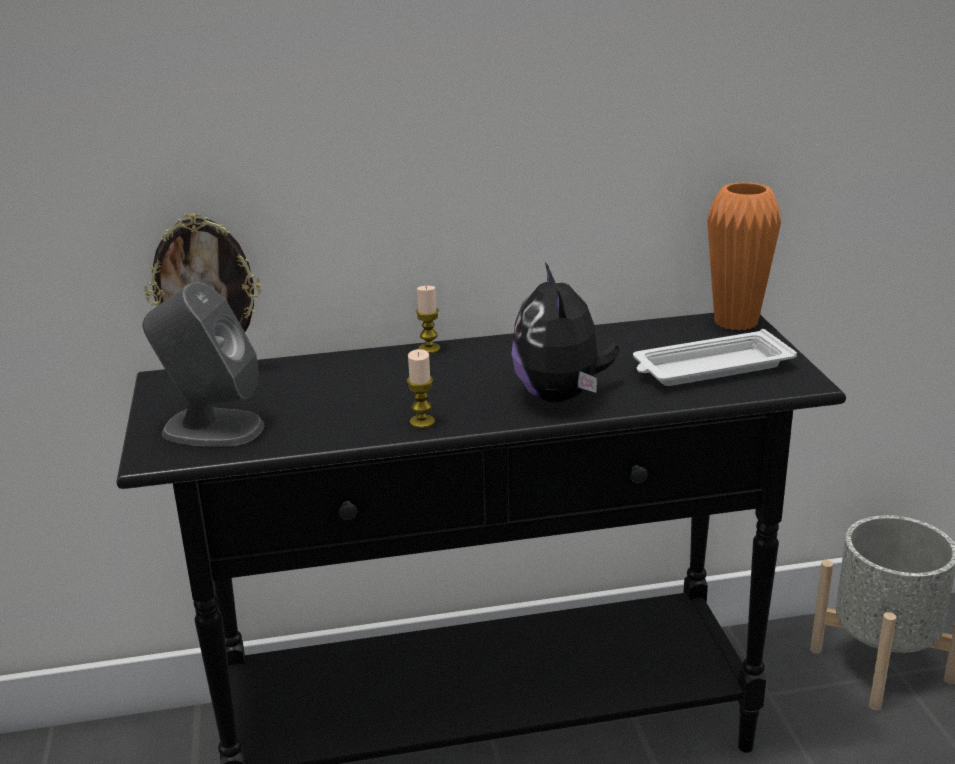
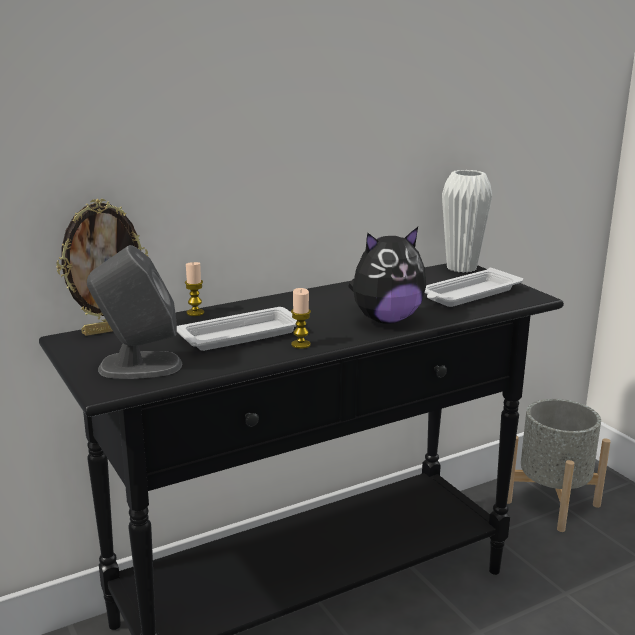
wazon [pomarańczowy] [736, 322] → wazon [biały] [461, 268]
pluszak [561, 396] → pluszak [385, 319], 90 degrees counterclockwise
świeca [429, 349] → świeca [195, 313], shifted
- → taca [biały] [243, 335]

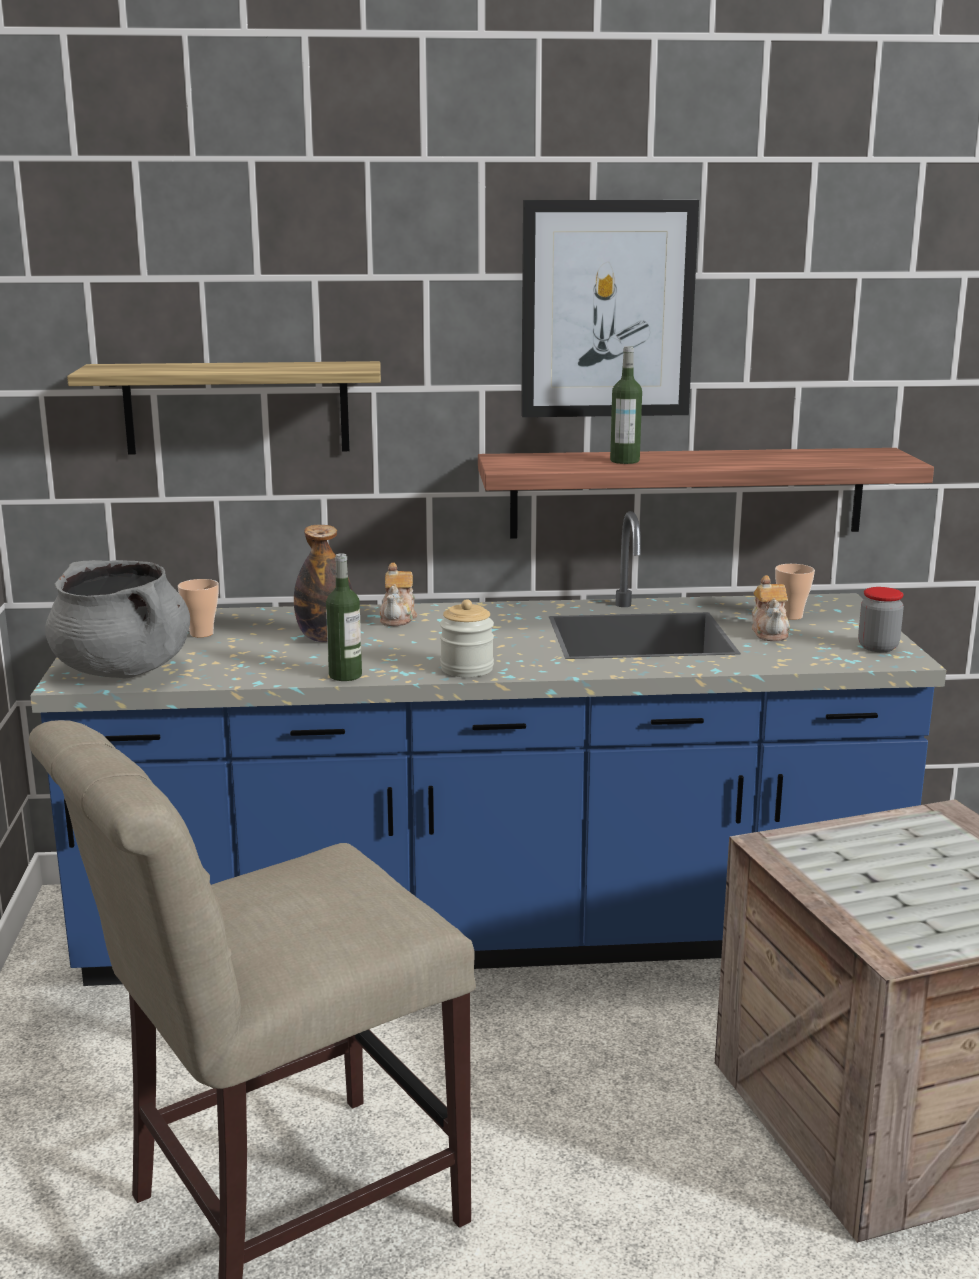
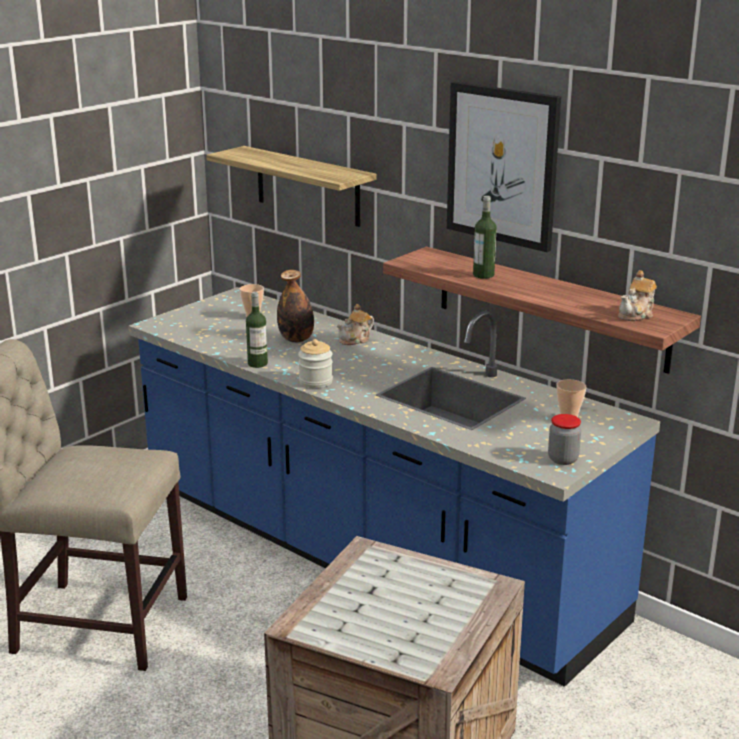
garnek [szary] [124, 670] → -
imbryk [770, 632] → imbryk [637, 315], shifted

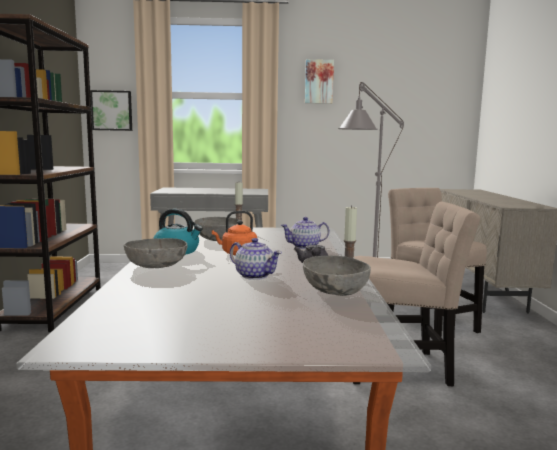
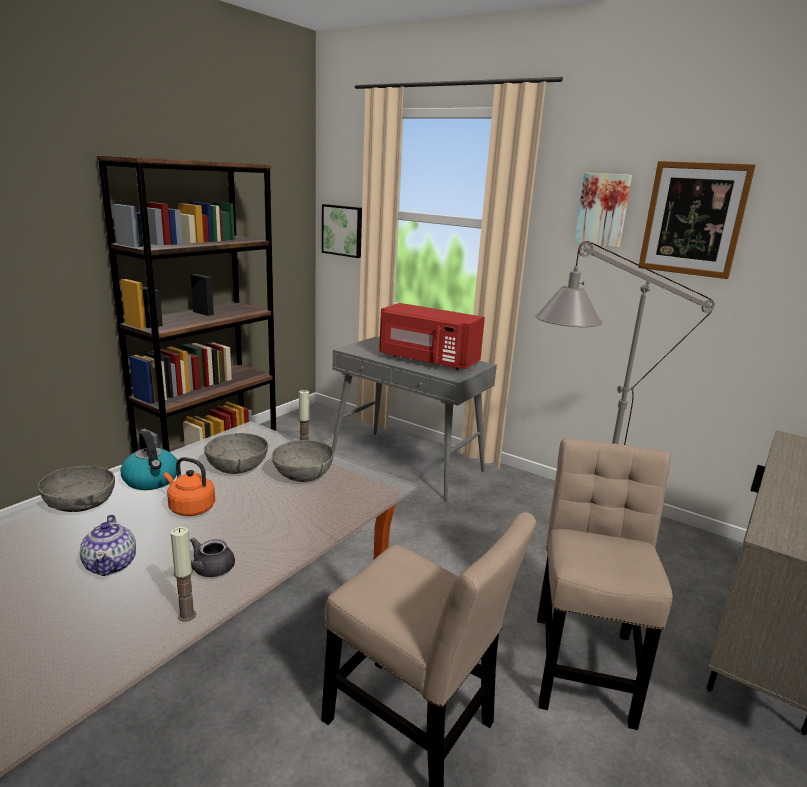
imbryk [305, 246] → -
miska [szary] [335, 290] → miska [szary] [303, 474], shifted
- → obraz [693, 219]
- → mikrofalówka [czerwony] [427, 360]

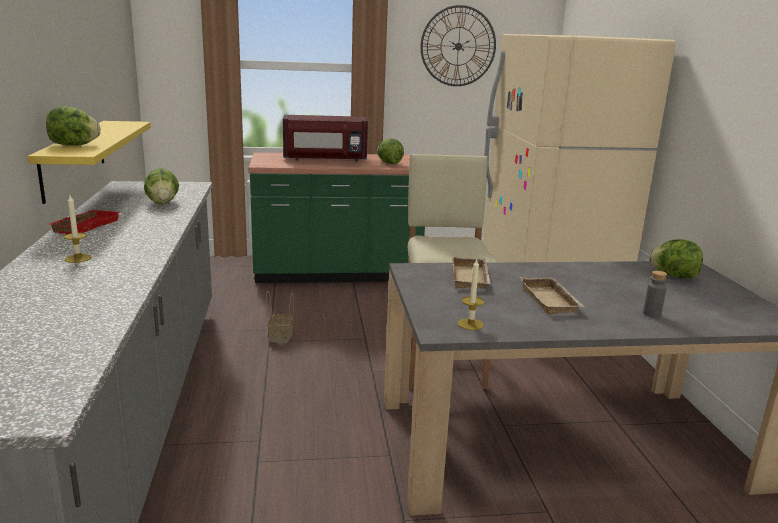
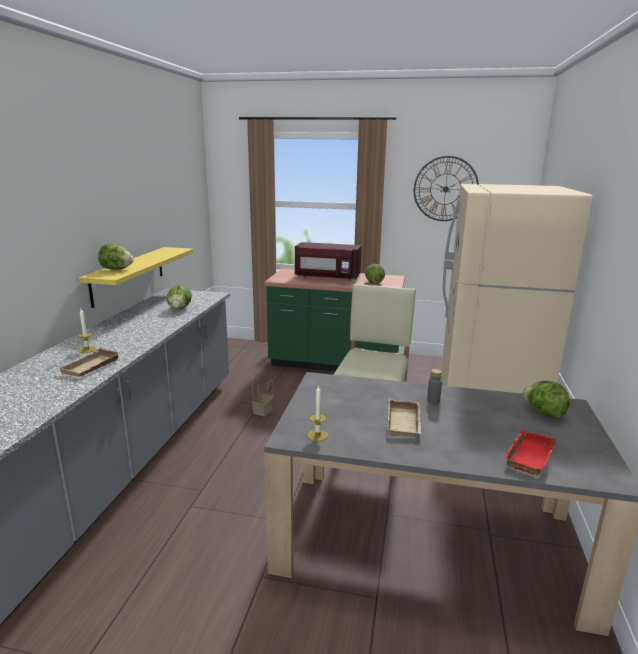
taca [czerwony] [85, 225] → taca [czerwony] [527, 455], shifted
taca [beżowy] [471, 278] → taca [beżowy] [92, 367], shifted
butelka [szary] [651, 314] → butelka [szary] [433, 400], shifted

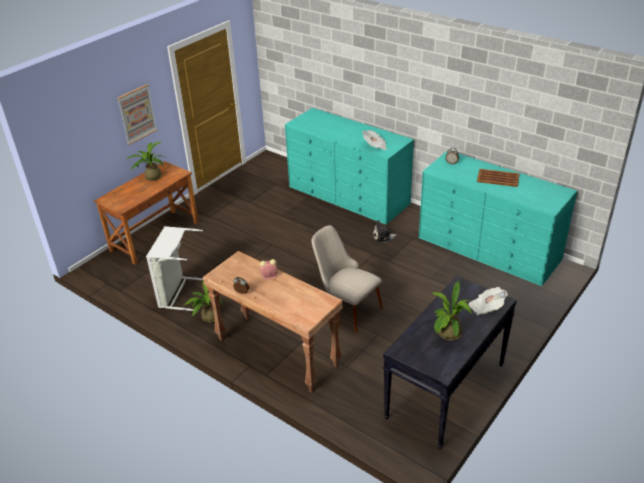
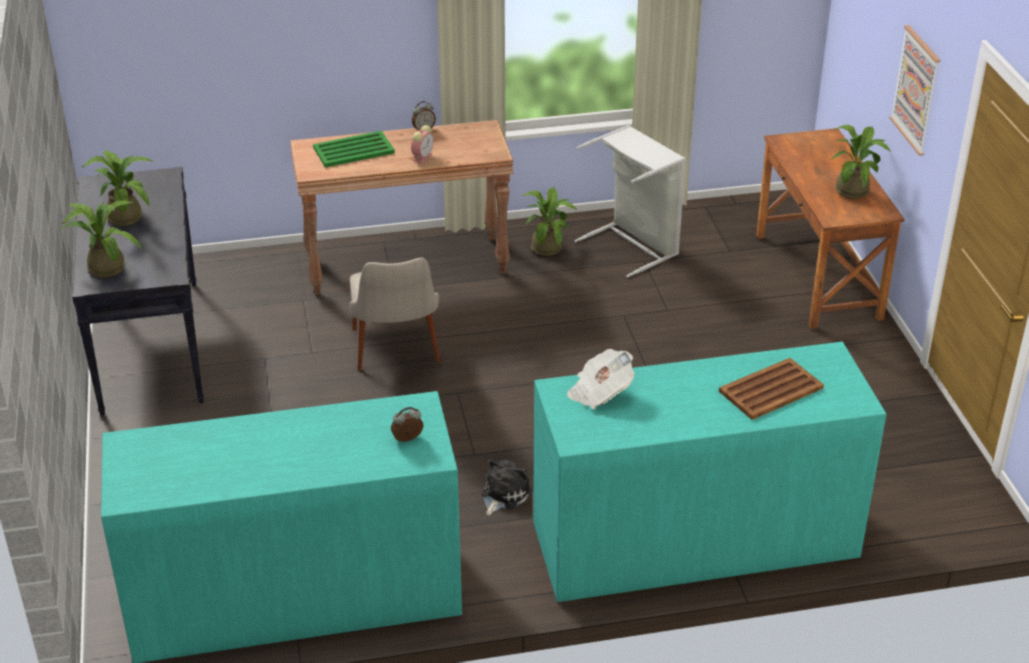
taca [brązowy] [497, 178] → taca [brązowy] [772, 389], shifted
krzesło [beżowy] [346, 308] → krzesło [beżowy] [397, 356], 90 degrees clockwise
gazeta [486, 308] → roślina doniczkowa [105, 266]
- → taca [zielony] [353, 150]

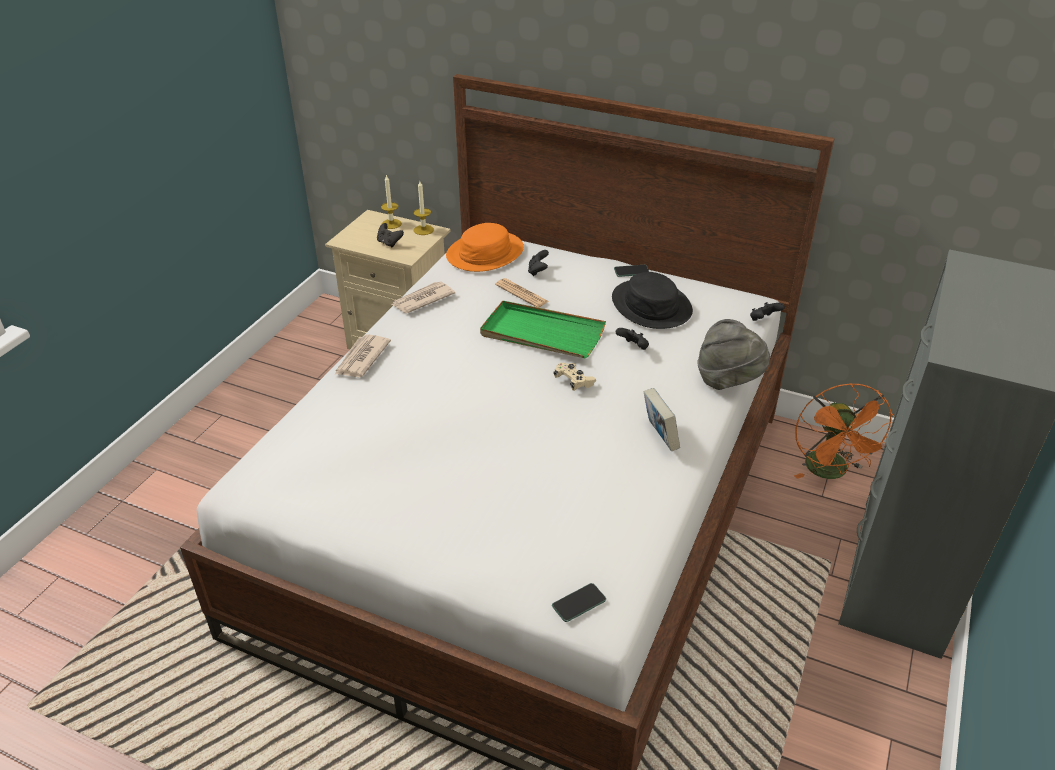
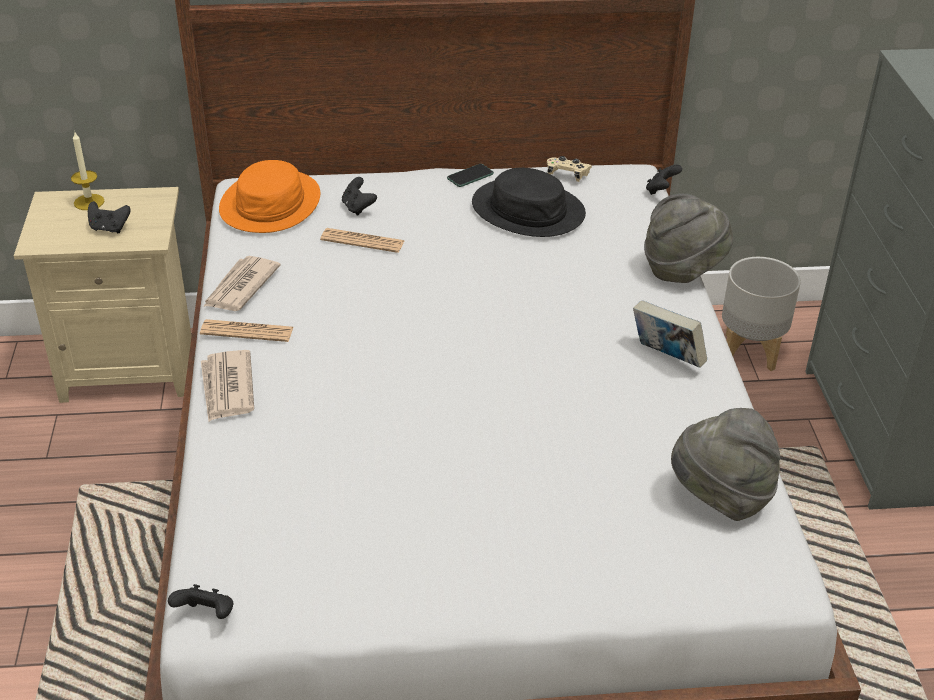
świeca [423, 230] → -
taca [zielony] [541, 334] → -
pad do gier [czarny] [633, 347] → pad do gier [czarny] [206, 615], shifted
pad do gier [beżowy] [573, 381] → pad do gier [beżowy] [567, 175], shifted
wentylator [pomarańczowy] [831, 472] → donica [szary] [749, 351]
telefon [579, 603] → -
- → gazeta [247, 331]
- → kapelusz [szary] [720, 497]

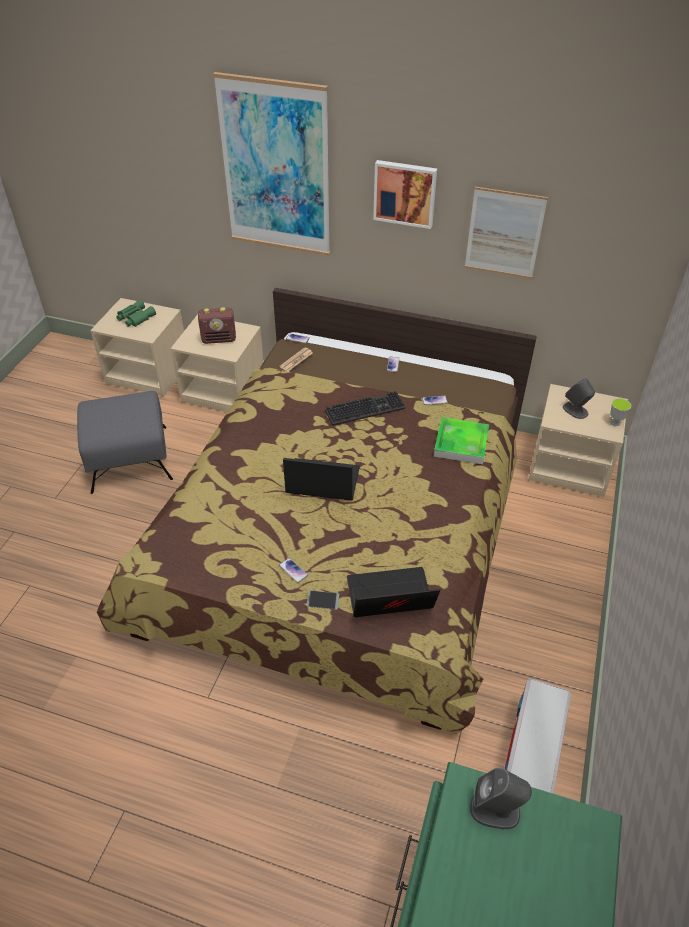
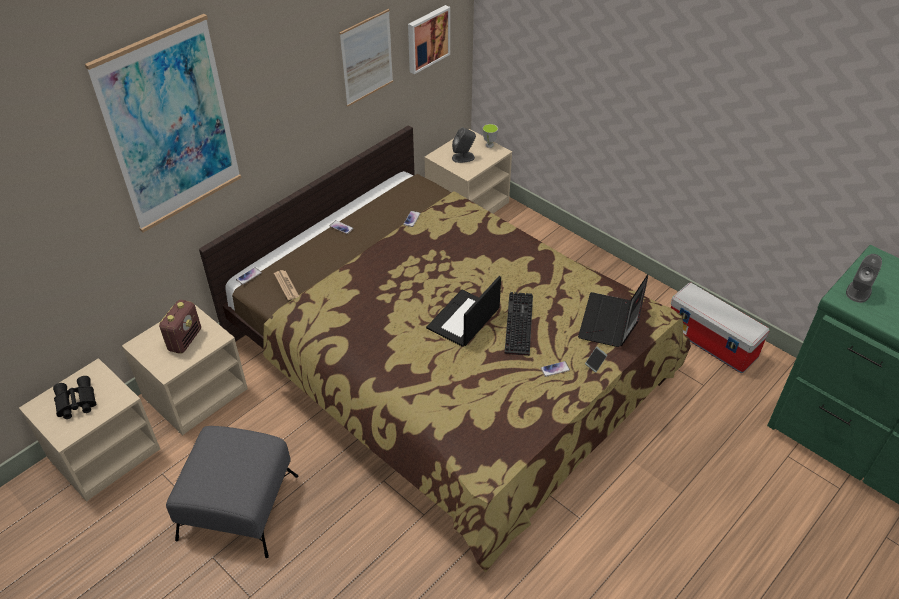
obraz [405, 193] → obraz [427, 38], shifted
lornetka [zielony] [135, 318] → lornetka [czarny] [75, 402]
klawiatura [365, 408] → klawiatura [517, 323], shifted
taca [461, 443] → -

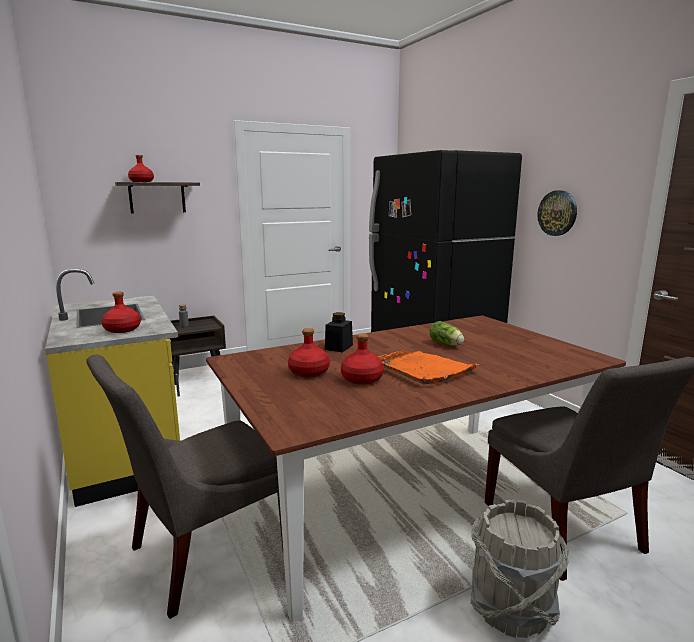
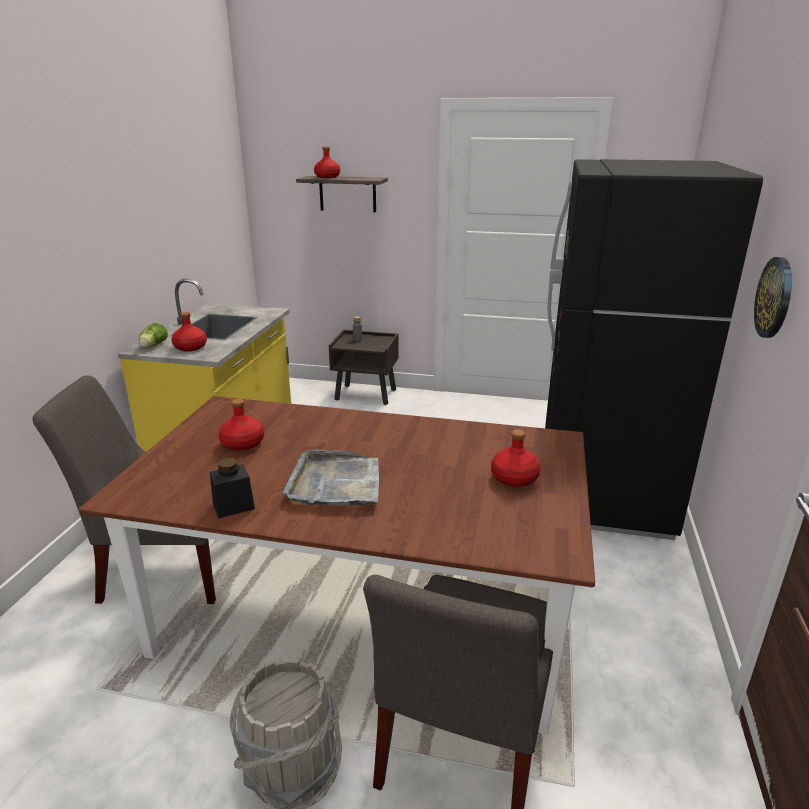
słoik [czarny] [339, 347] → słoik [czarny] [233, 506], shifted
sałata [447, 344] → sałata [153, 346], shifted
butelka [czerwony] [361, 379] → butelka [czerwony] [514, 478], shifted
taca [pomarańczowy] [424, 369] → taca [szary] [336, 483]

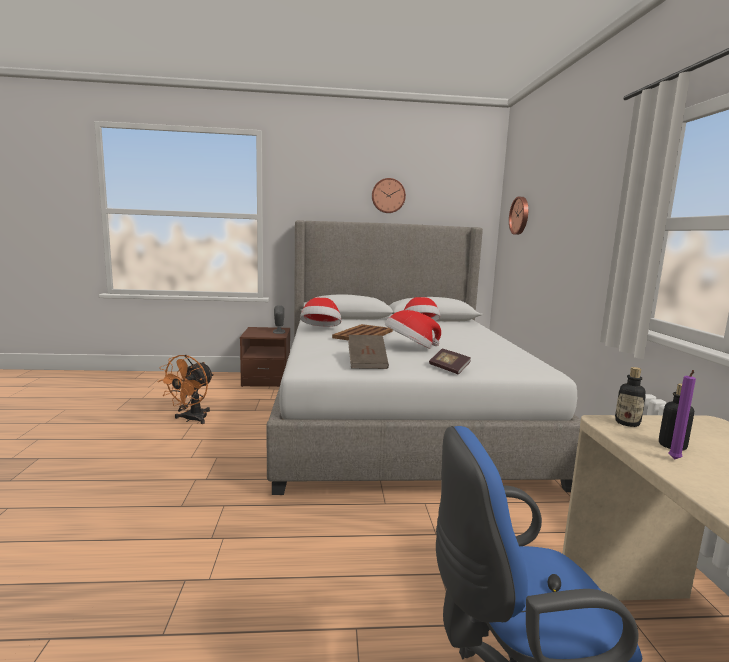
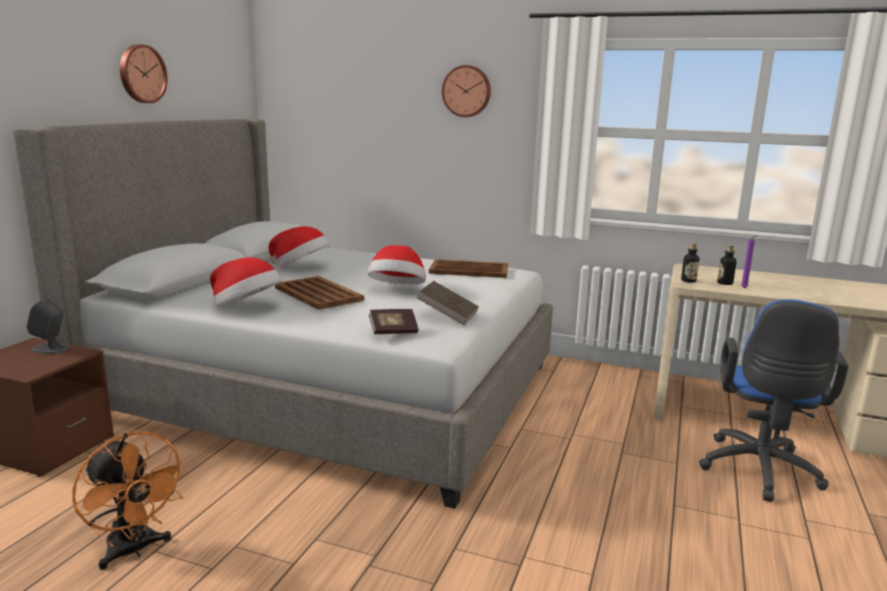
zegar ścienny [520, 215] → zegar ścienny [467, 91], shifted
książka [449, 369] → książka [393, 331], shifted
- → taca [brązowy] [468, 270]

